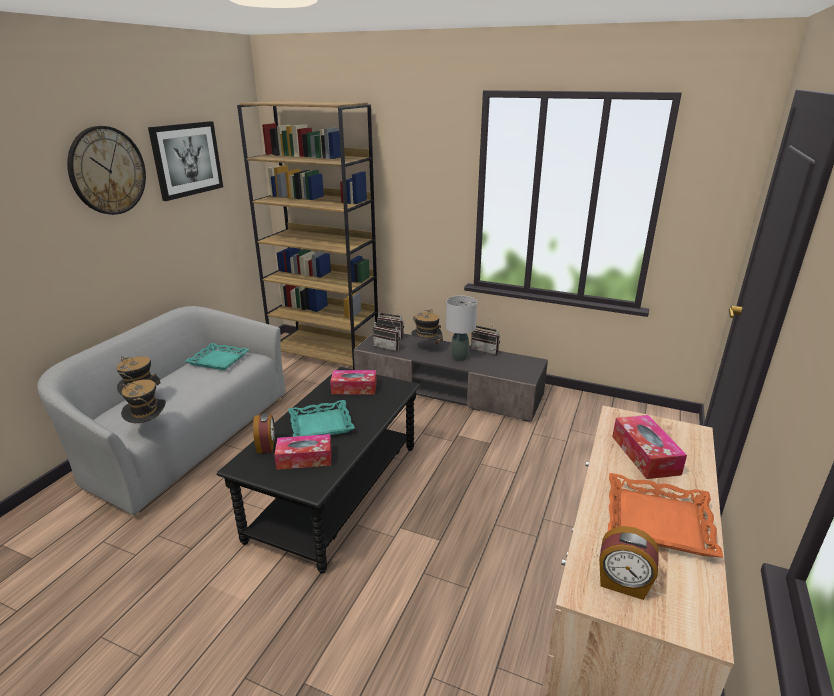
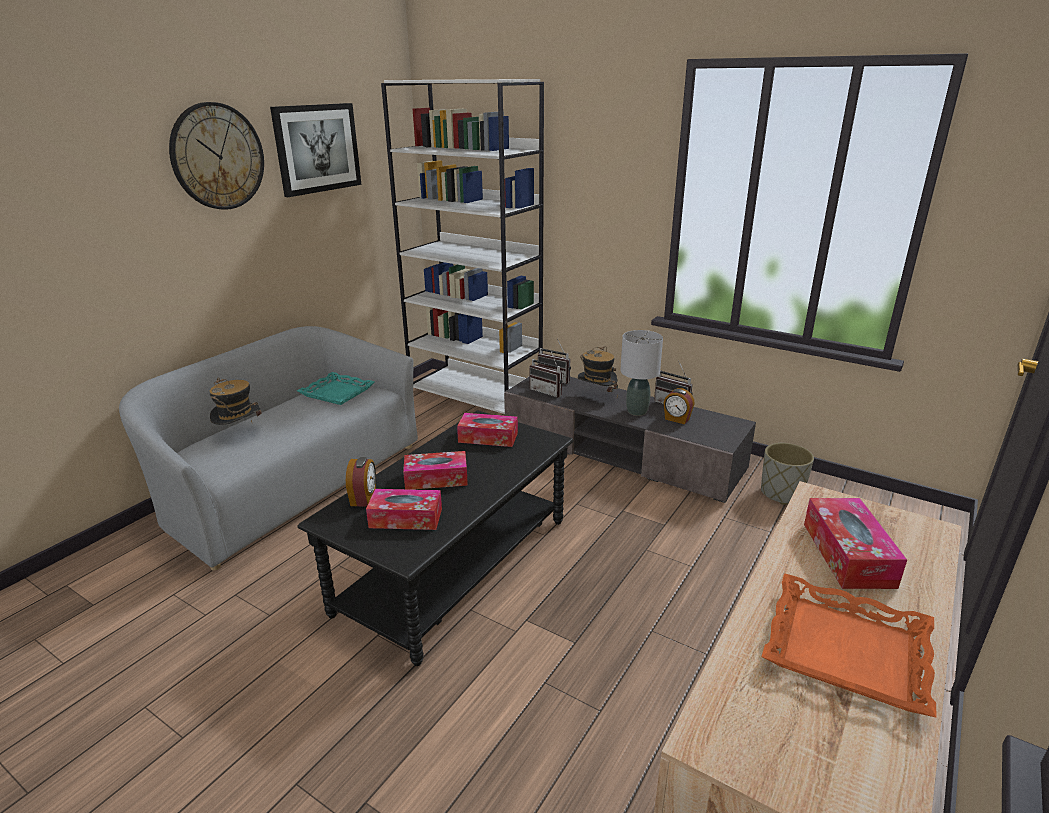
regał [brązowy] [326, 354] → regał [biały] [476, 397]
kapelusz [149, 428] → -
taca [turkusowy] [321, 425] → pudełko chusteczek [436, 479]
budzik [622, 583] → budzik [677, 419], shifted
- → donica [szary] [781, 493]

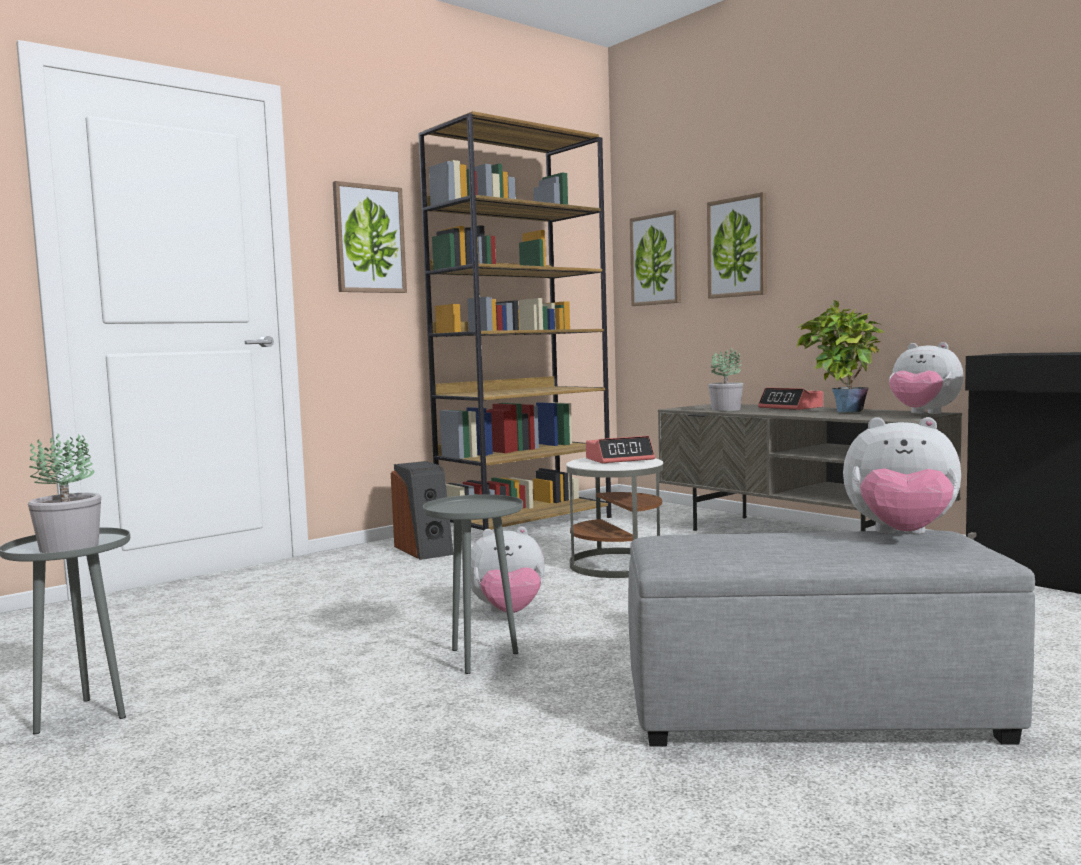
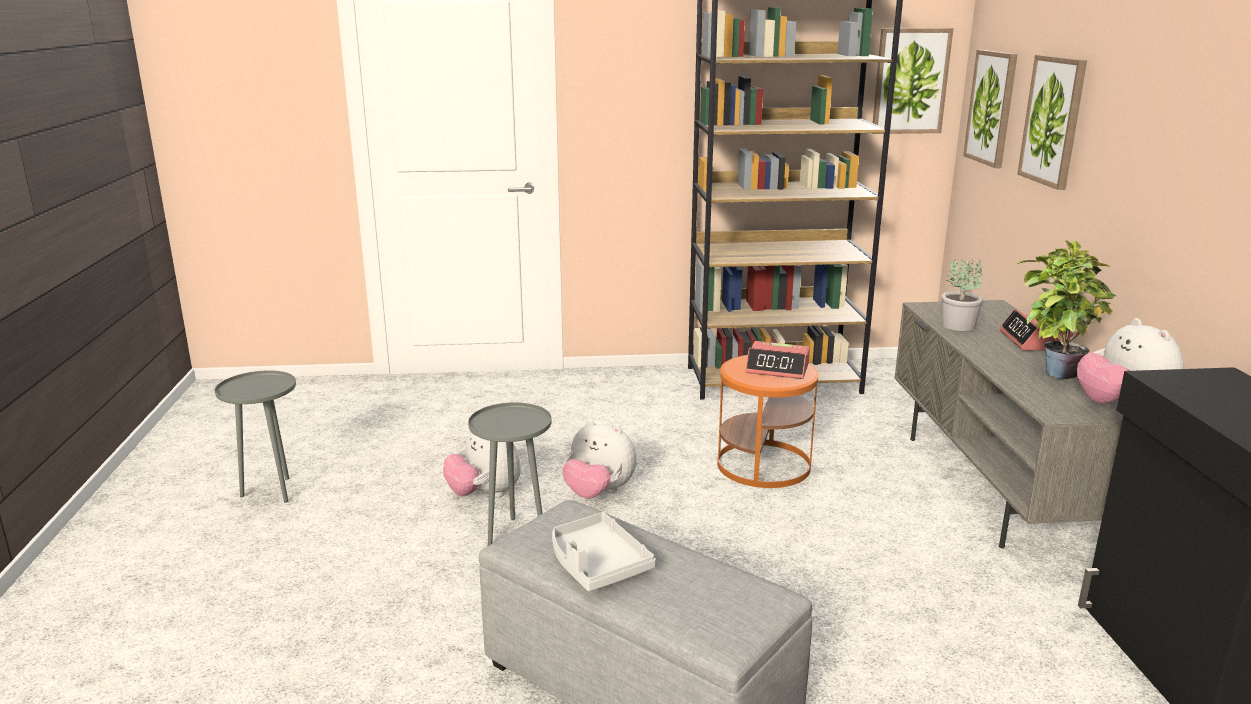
obraz [369, 239] → obraz [910, 81], shifted
pluszak [901, 535] → pluszak [484, 494], shifted
roślina doniczkowa [70, 547] → -
stolik [biały] [617, 565] → stolik [pomarańczowy] [764, 465]
głośnik [424, 550] → -
- → taca [szary] [597, 564]

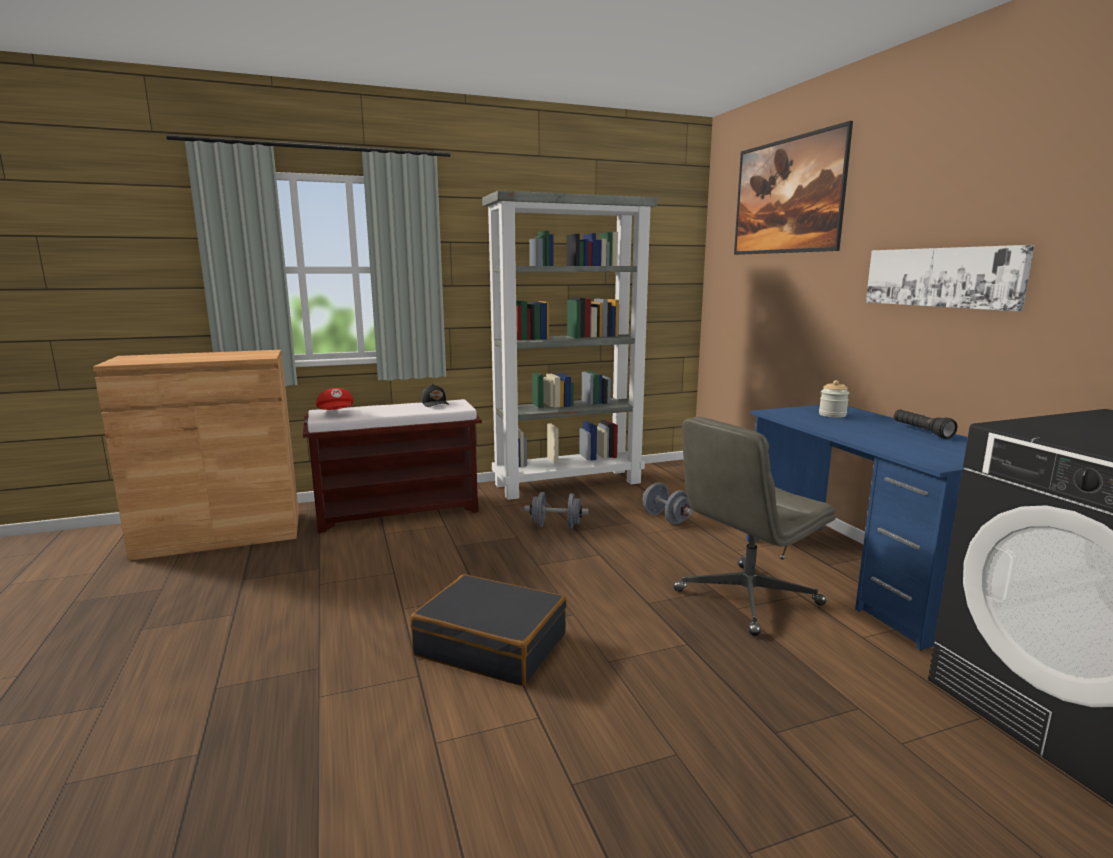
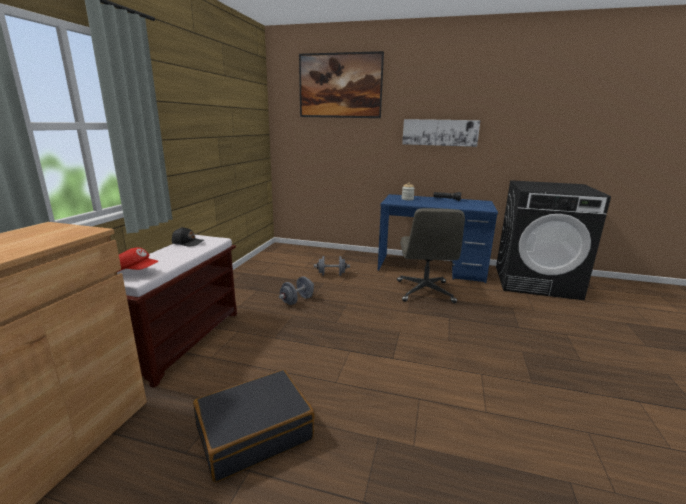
regał [szary] [568, 483] → -
walizka [czarny] [492, 645] → walizka [czarny] [254, 432], shifted

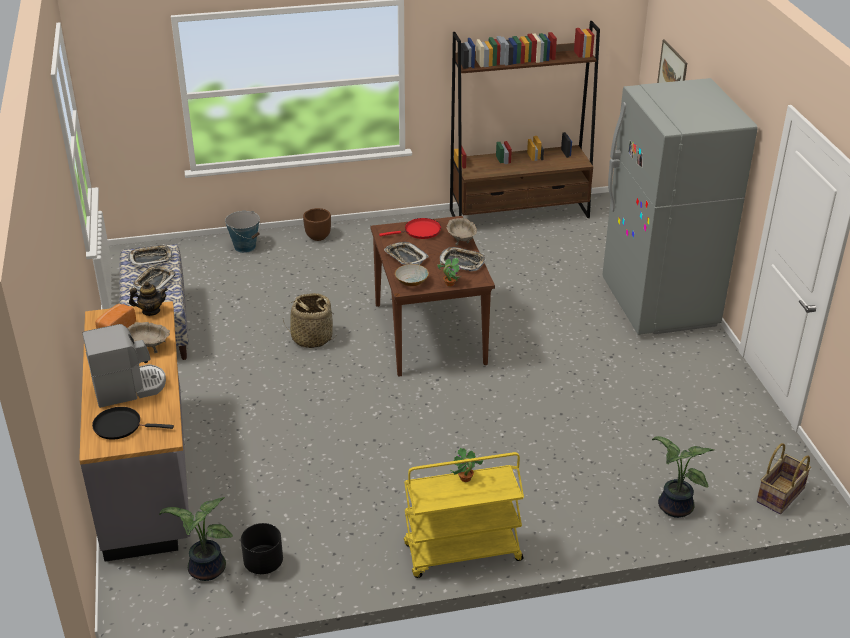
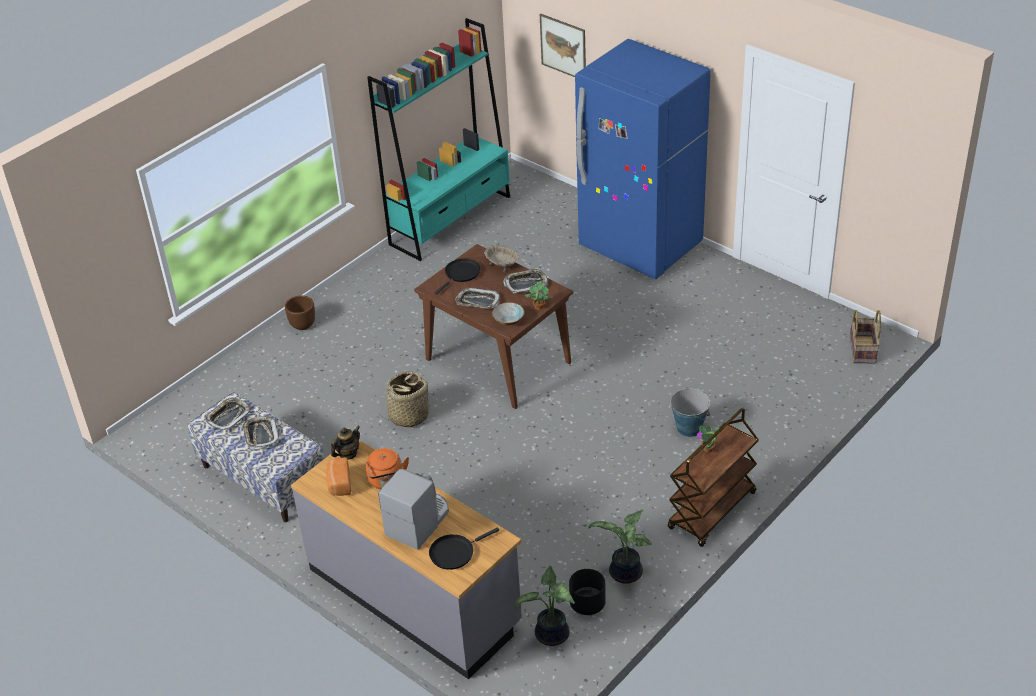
regał [brązowy] [519, 214] → regał [turkusowy] [451, 220]
lodówka [szary] [659, 304] → lodówka [niebieski] [640, 247]
wiadro [245, 246] → wiadro [689, 428], shifted
patelnia [czerwony] [420, 231] → patelnia [czarny] [461, 274]
miska [beżowy] [149, 345] → czajnik [pomarańczowy] [387, 481]
roślina doniczkowa [673, 507] → roślina doniczkowa [624, 574], shifted
wózek [żółty] [462, 553] → wózek [brązowy] [712, 511]

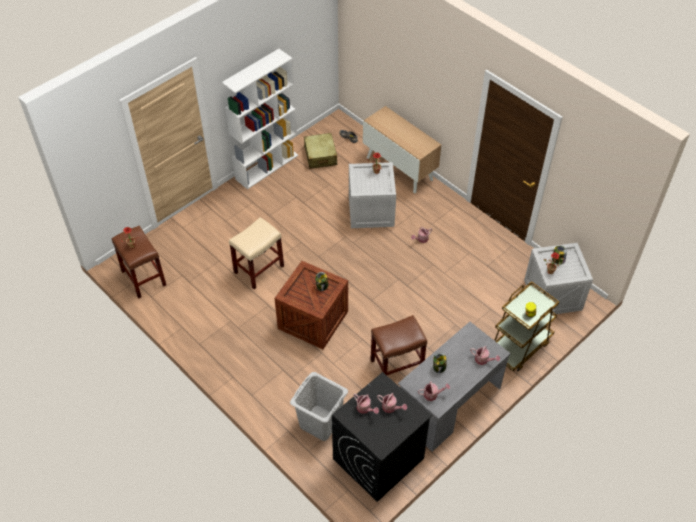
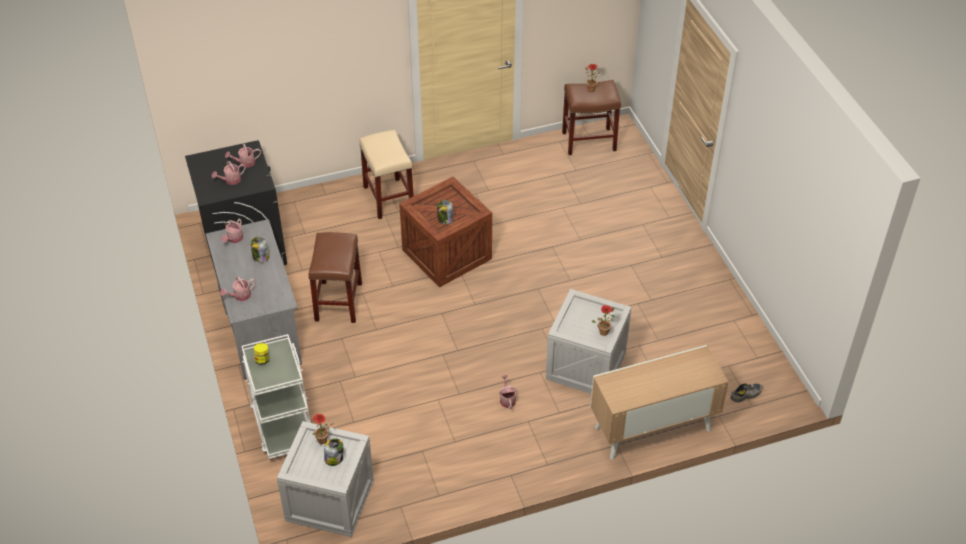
regał [biały] [267, 167] → -
walizka [beżowy] [320, 156] → -
stołek [beżowy] [259, 269] → stołek [beżowy] [389, 199], shifted
wózek [brązowy] [519, 346] → wózek [biały] [283, 425]
kosz na pranie [szary] [320, 422] → -

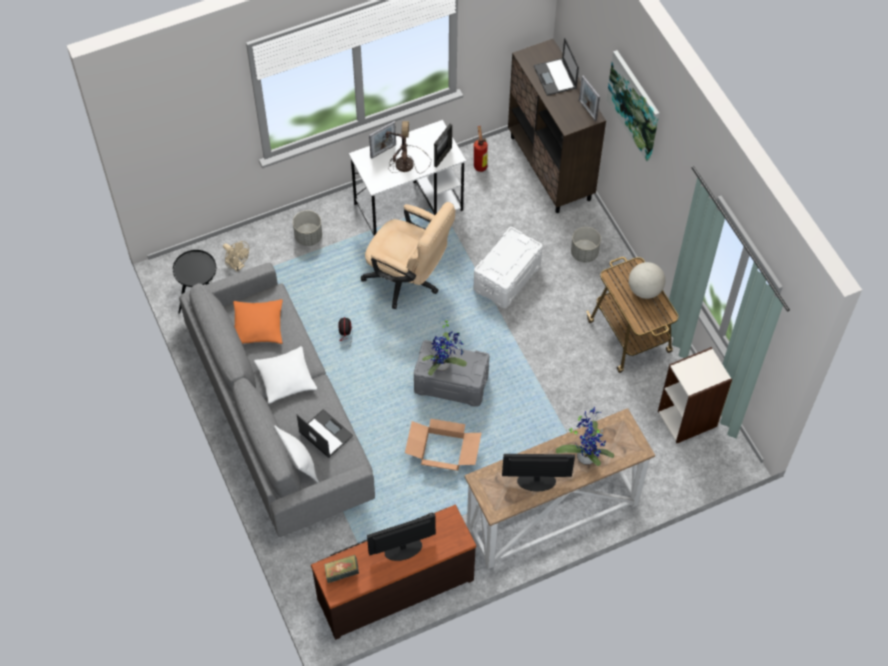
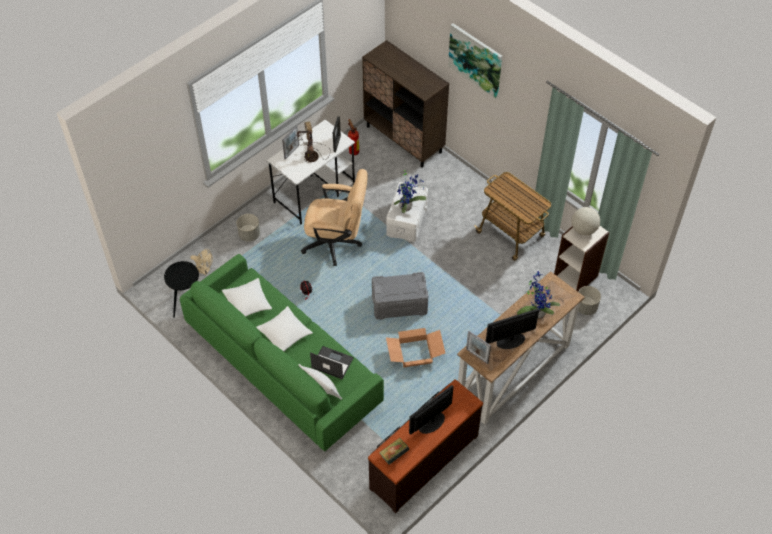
laptop [555, 77] → -
ramka na zdjęcie [587, 110] → ramka na zdjęcie [477, 356], shifted
donica [szary] [584, 253] → donica [szary] [585, 307], shifted
globus [645, 290] → globus [583, 229], shifted
kanapa [szary] [281, 417] → kanapa [zielony] [284, 367]
poduszka [pomarańczowy] [258, 326] → poduszka [biały] [247, 303]
roślina doniczkowa [444, 364] → roślina doniczkowa [407, 206], shifted

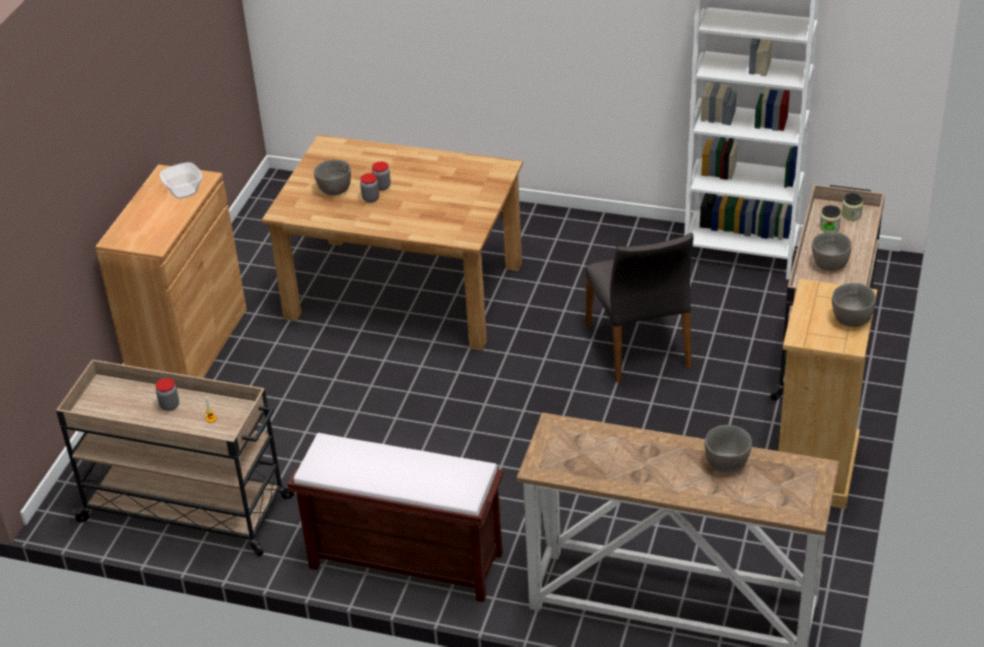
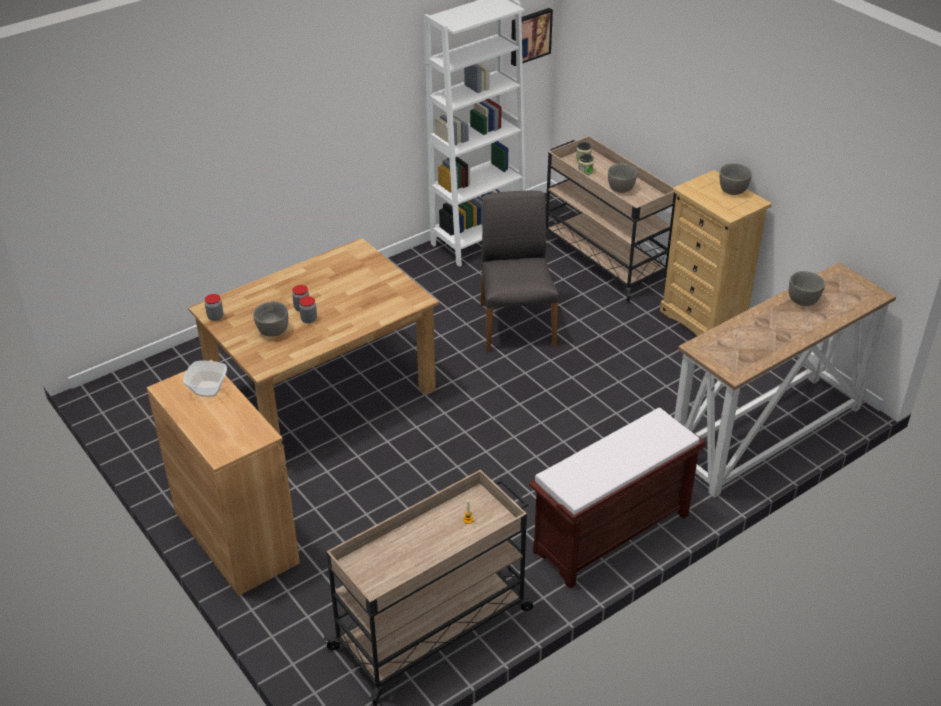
krzesło [szary] [640, 346] → krzesło [szary] [515, 323], 120 degrees counterclockwise
słoik [169, 405] → słoik [215, 317], shifted
- → obraz [529, 36]

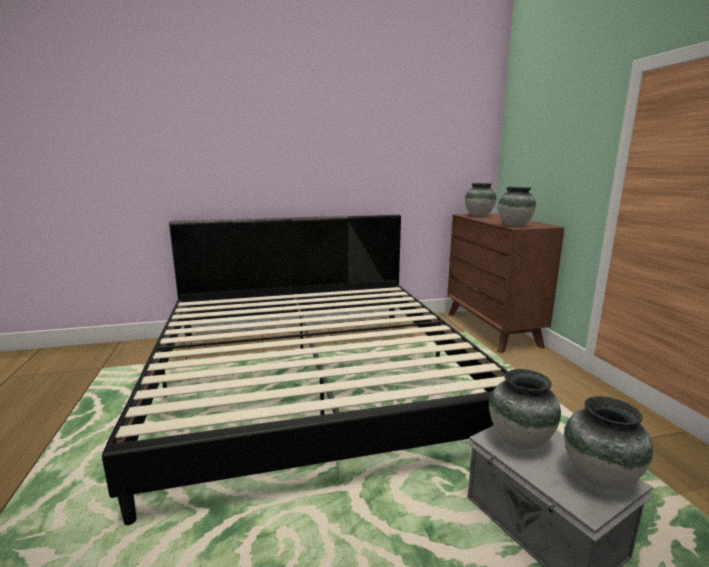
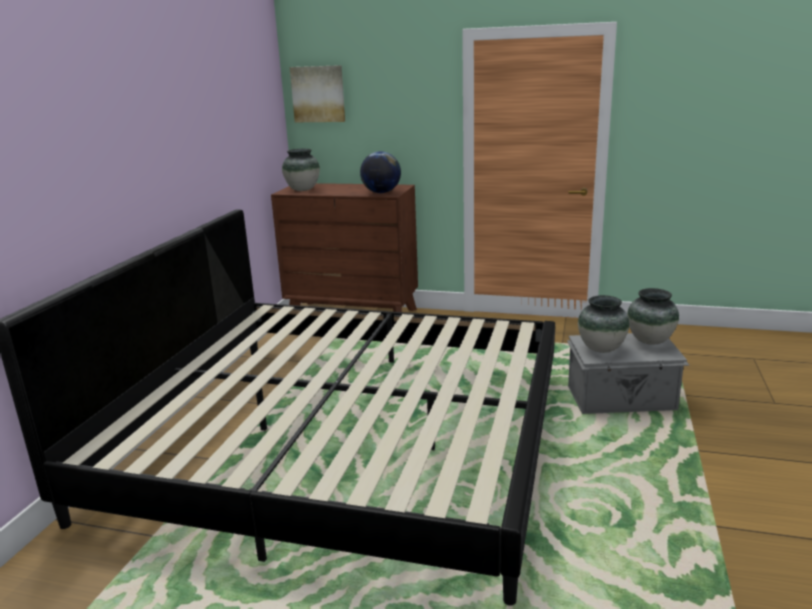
wazon [514, 225] → globus [381, 192]
- → obraz [318, 94]

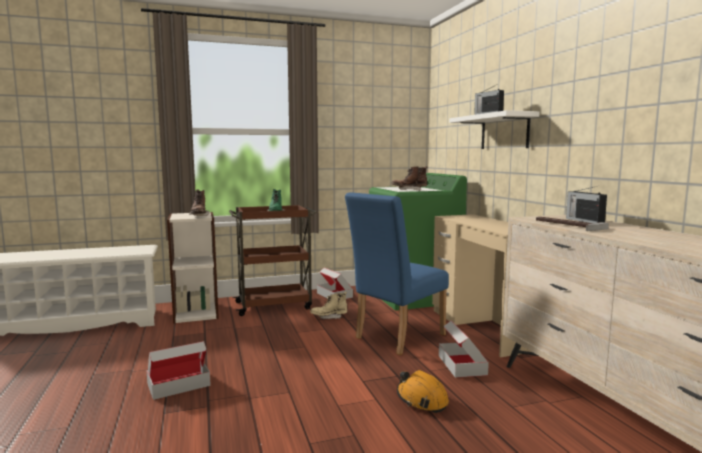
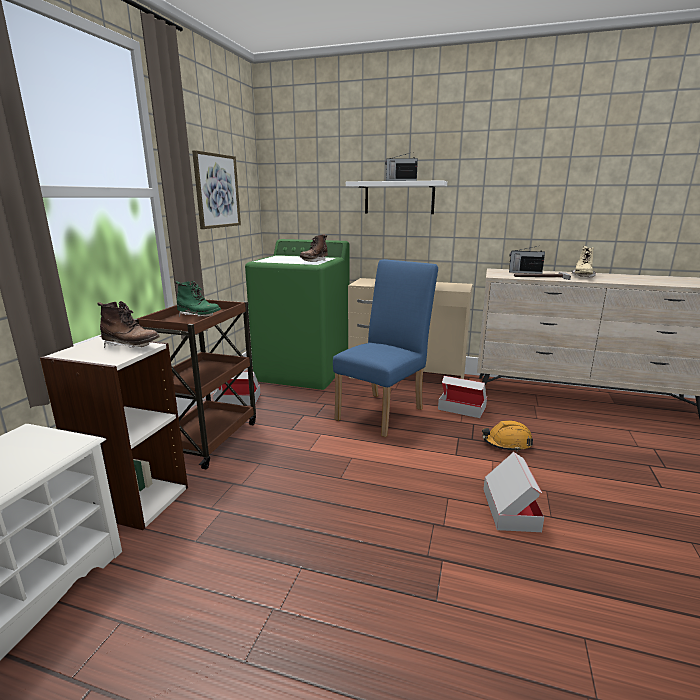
krzesło [niebieski] [395, 338] → krzesło [niebieski] [384, 411], 135 degrees counterclockwise
but z cholewką [beżowy] [329, 317] → but z cholewką [beżowy] [582, 276], shifted
karton [179, 384] → karton [510, 509], shifted
- → obraz [217, 191]

